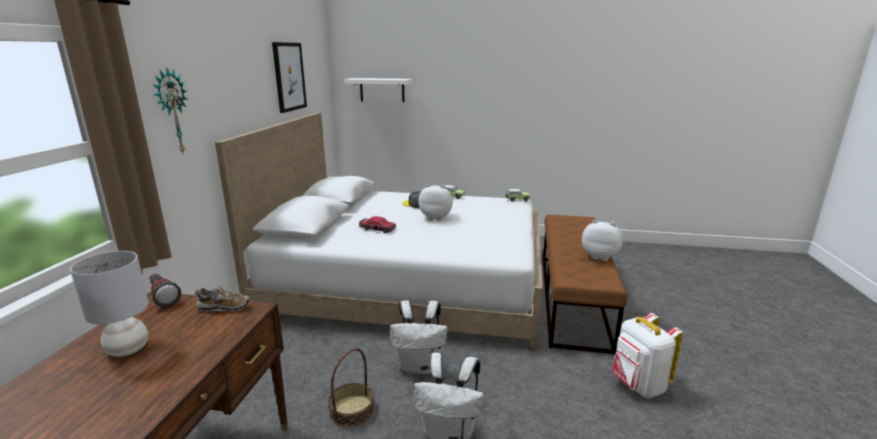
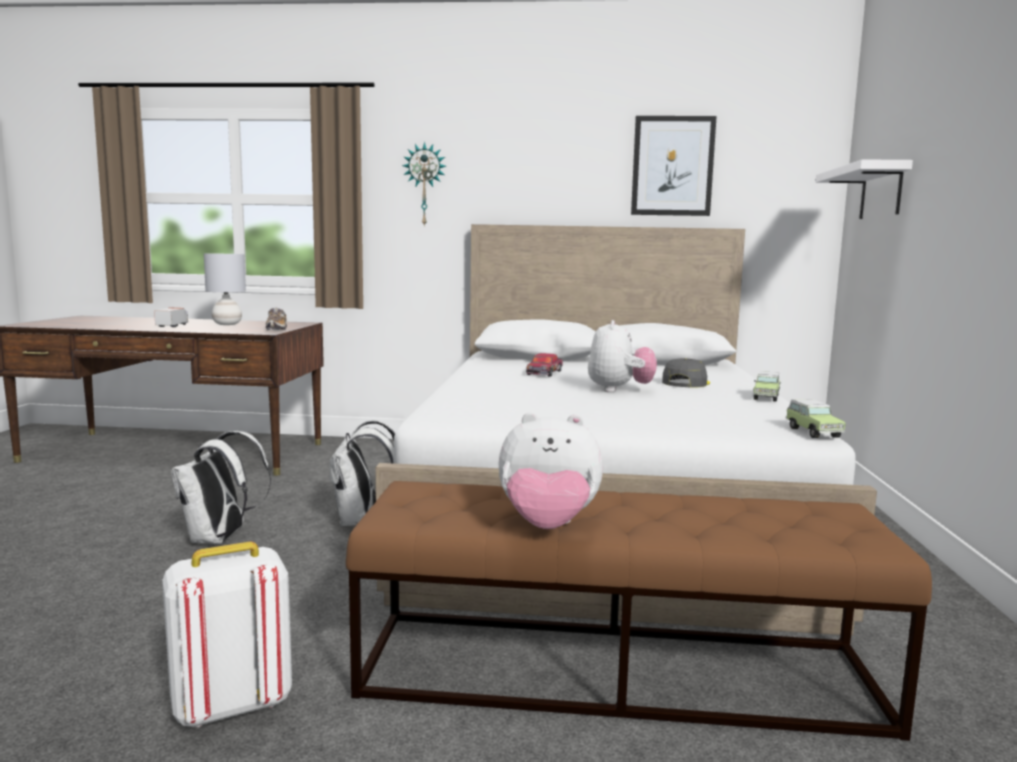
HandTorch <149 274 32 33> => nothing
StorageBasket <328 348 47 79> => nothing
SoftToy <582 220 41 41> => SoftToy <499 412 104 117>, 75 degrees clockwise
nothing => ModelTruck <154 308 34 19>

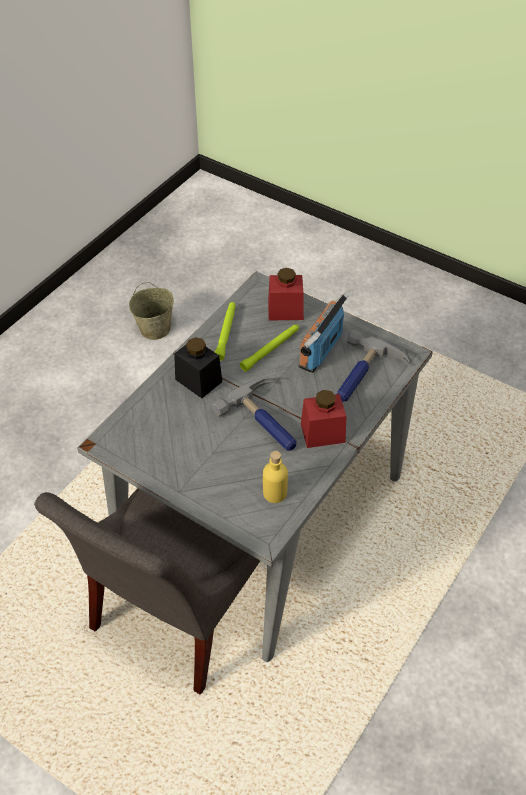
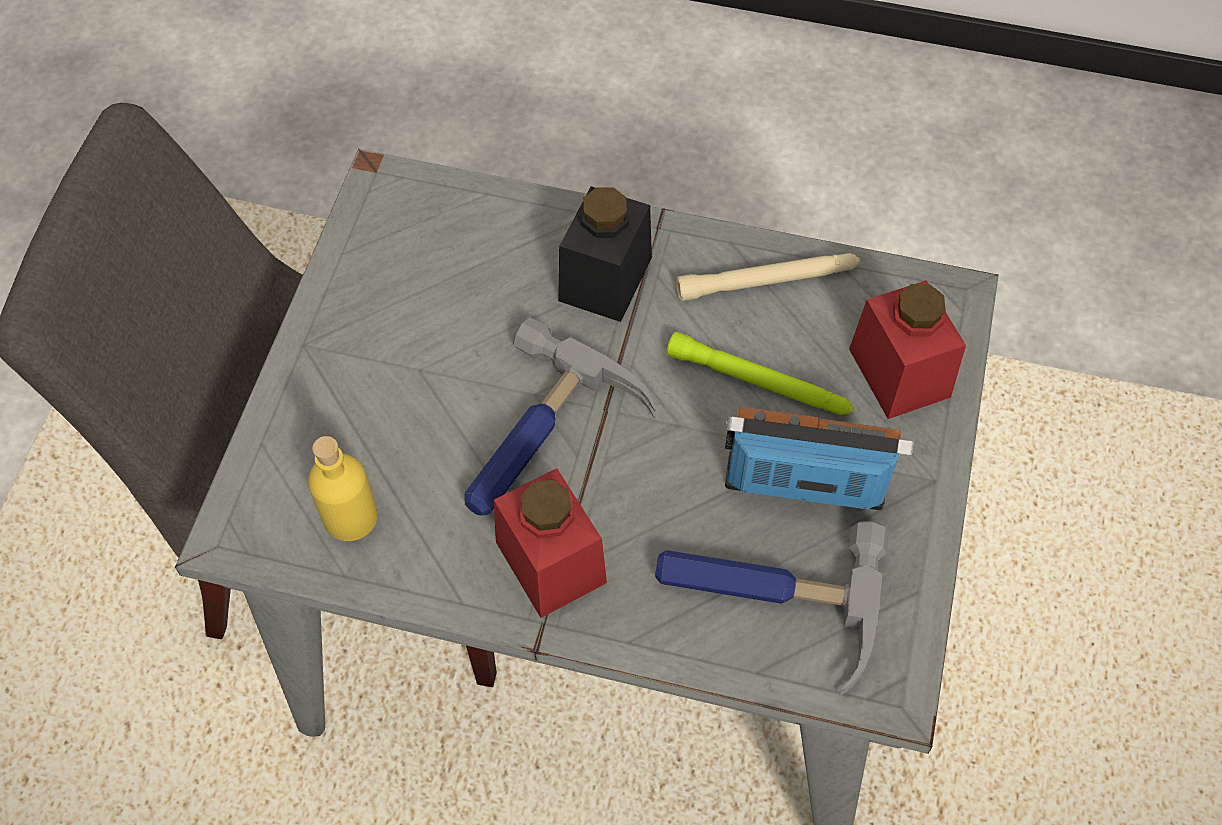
SandColouredWaterBucket <129 282 45 58> => nothing
GreenishHandTorch <215 302 21 59> => SandColouredHandTorch <676 253 184 48>

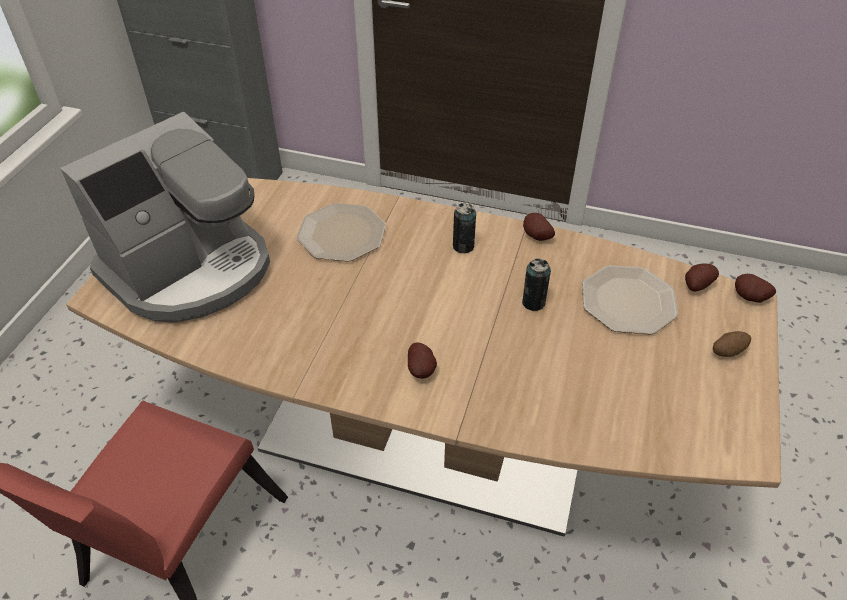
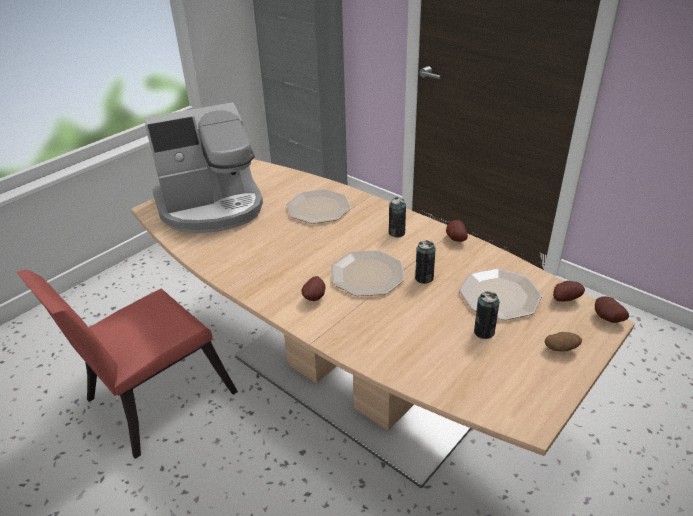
nothing => DinnerPlate <331 250 74 46>
nothing => SealedCan <474 291 26 48>

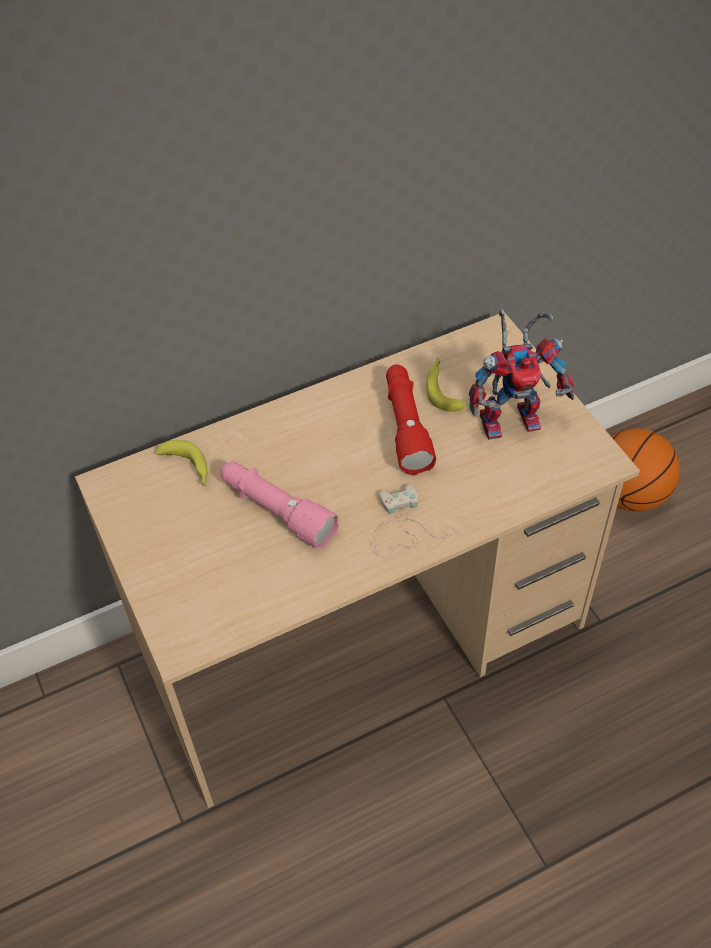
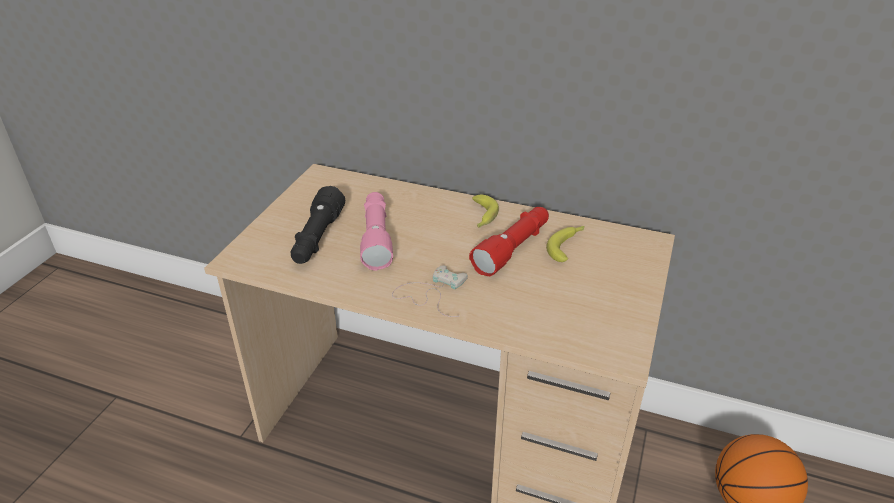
Banana <156 440 51 46> => Banana <472 195 27 33>, move
RobotFigure <469 309 105 131> => nothing
nothing => BlackColouredHandTorch <291 186 54 78>

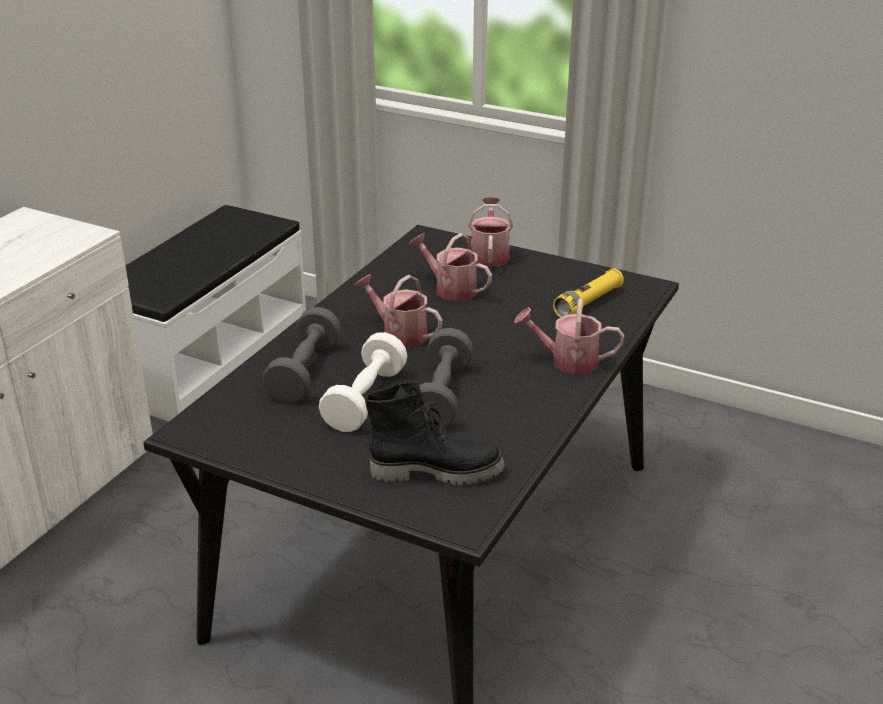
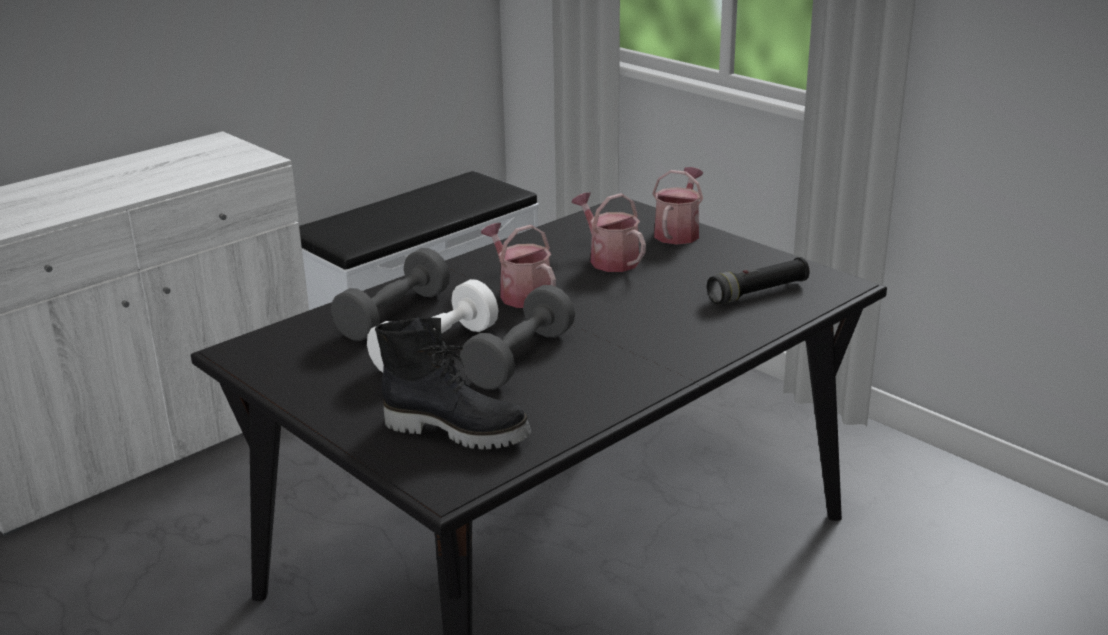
SprinklingCan <514 298 111 77> => nothing
YellowHandTorch <553 268 71 50> => BlackColouredHandTorch <707 257 103 47>

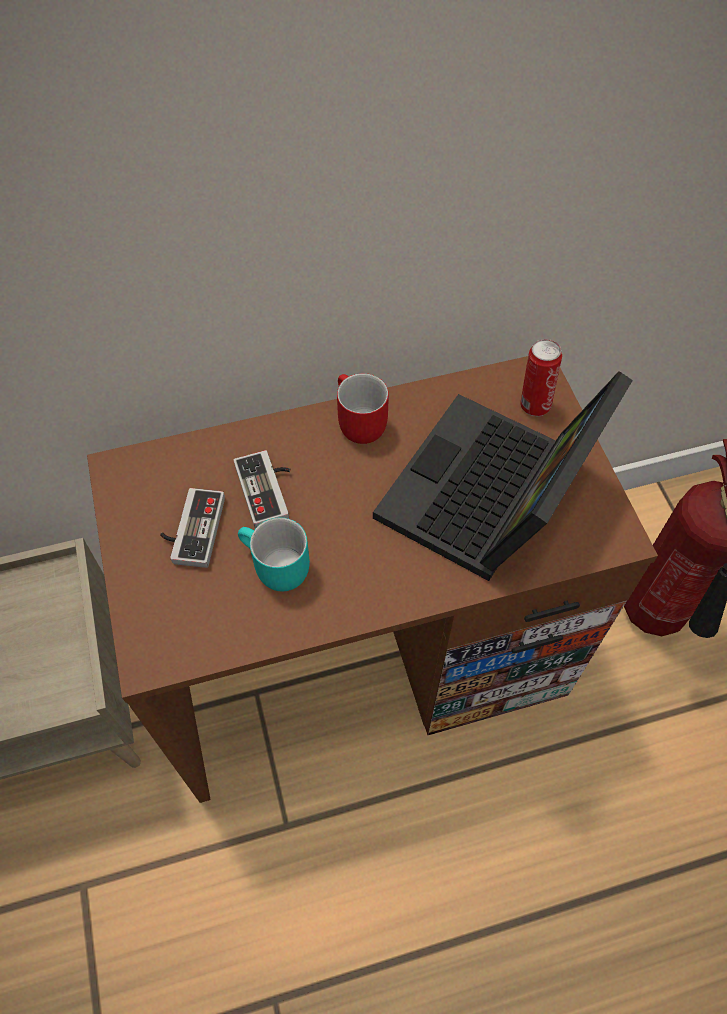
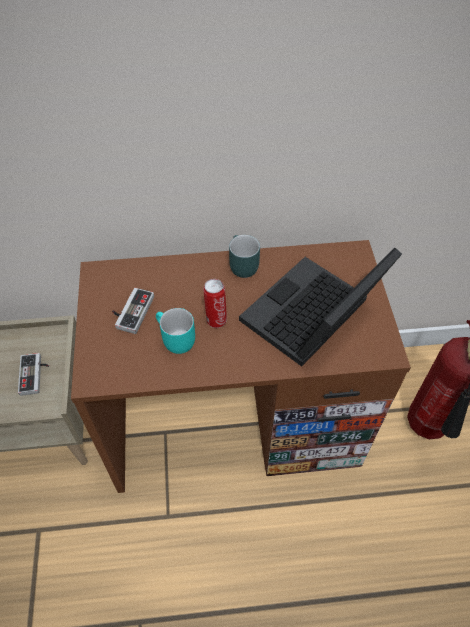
Gamepad <234 450 57 79> => Gamepad <18 353 31 43>, move
RedTeaMug <337 373 52 71> => TurquoiseTeaMug <229 235 31 43>
SealedCan <520 339 42 77> => SealedCan <203 279 24 49>, move

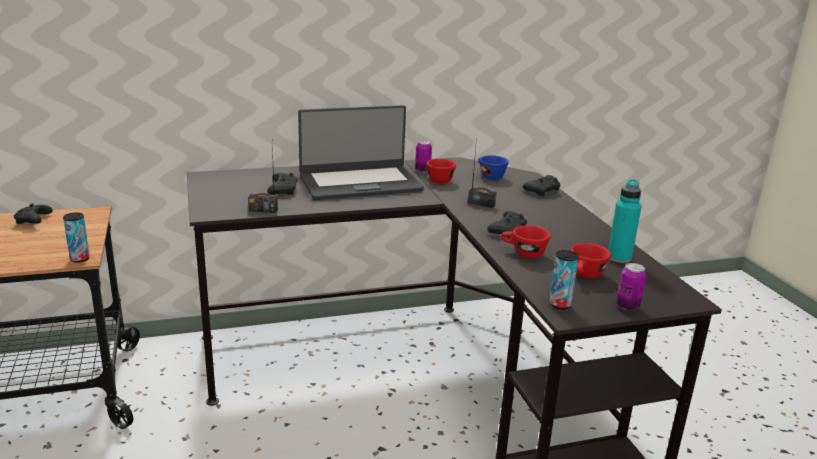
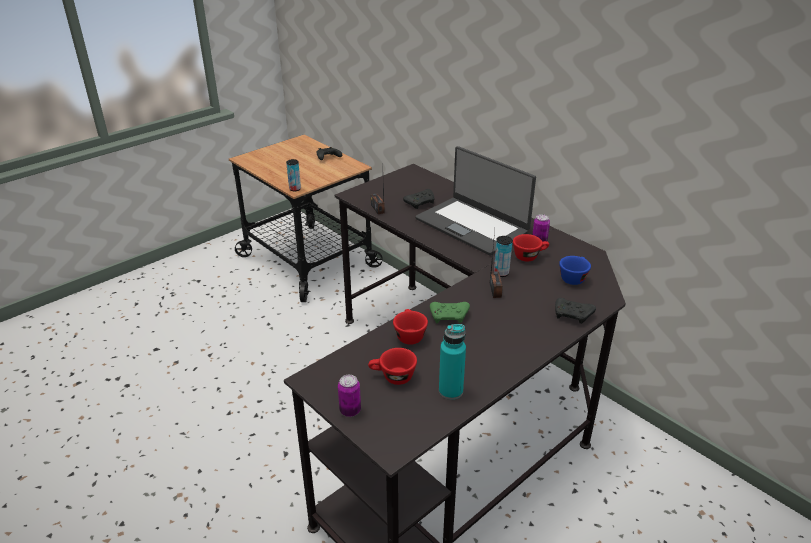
BlackColouredGamepad <487 211 40 26> => GreenishGamepad <430 302 40 22>
SealedCan <549 250 30 59> => SealedCan <494 236 19 41>, move

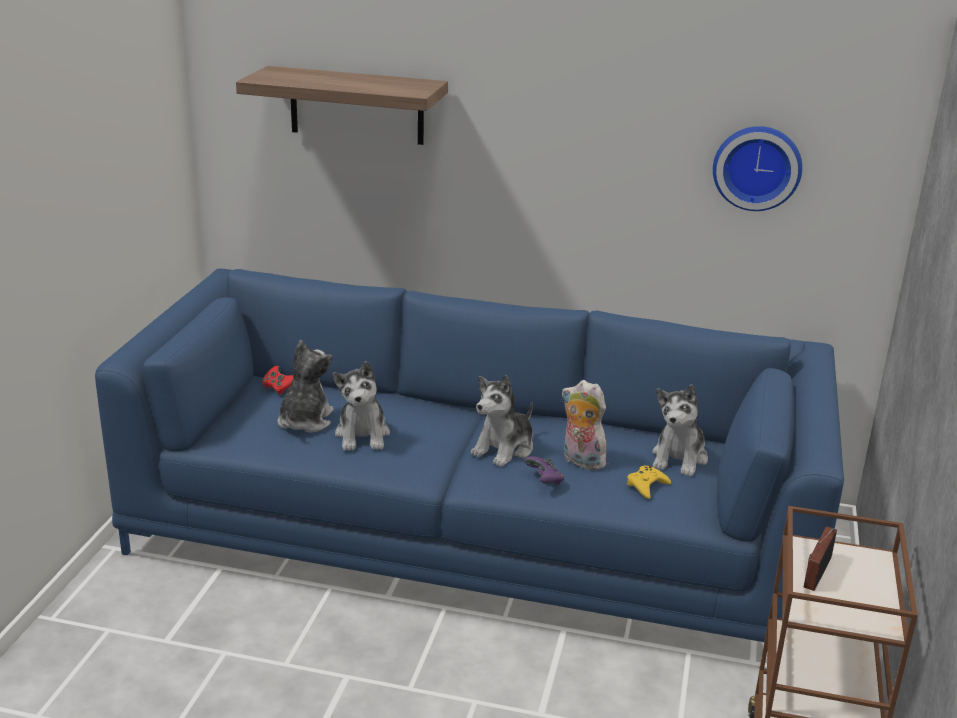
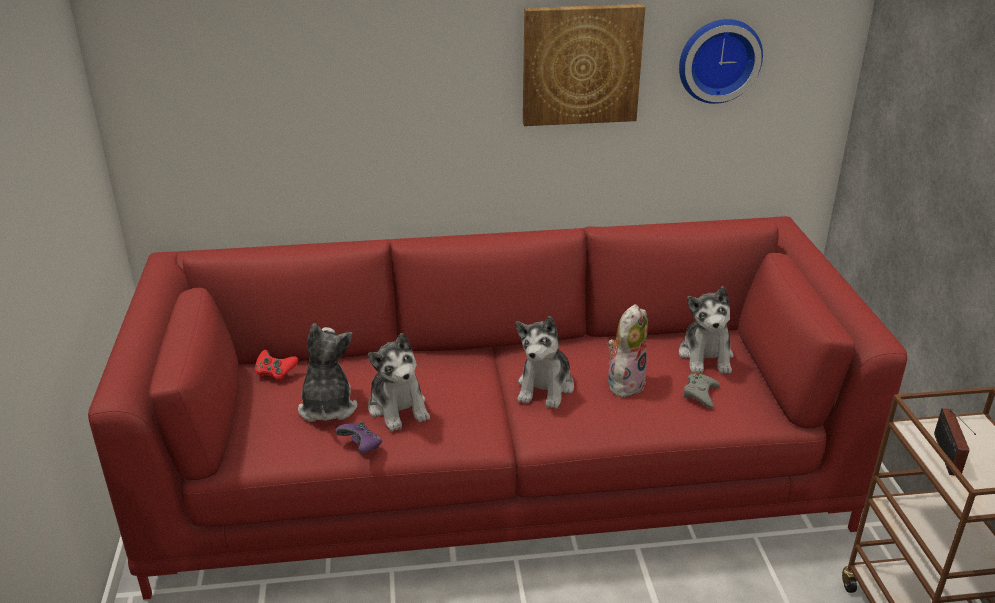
BluishSofa <95 268 749 374> => RedSofa <88 216 819 383>
BracketShelf <236 66 212 79> => nothing
PurpleGamepad <524 456 40 29> => PurpleGamepad <335 421 48 32>, move
SoftToy <561 380 47 90> => SoftToy <608 304 40 93>, 105 degrees clockwise
YellowGamepad <627 465 44 34> => GreyishGamepad <683 373 37 35>
nothing => WallArt <523 4 123 122>

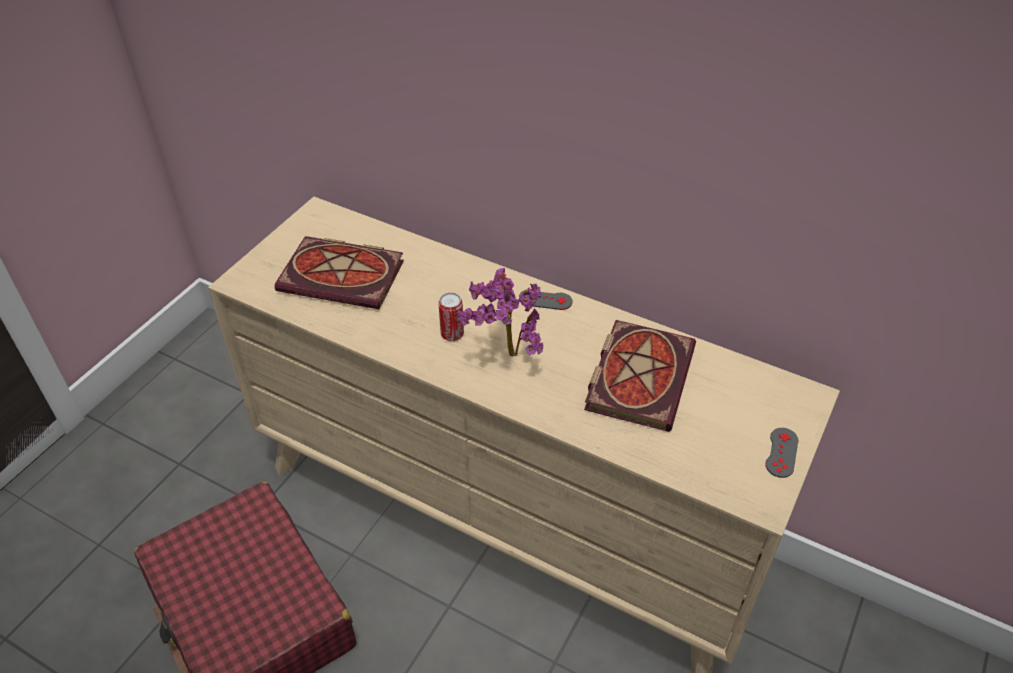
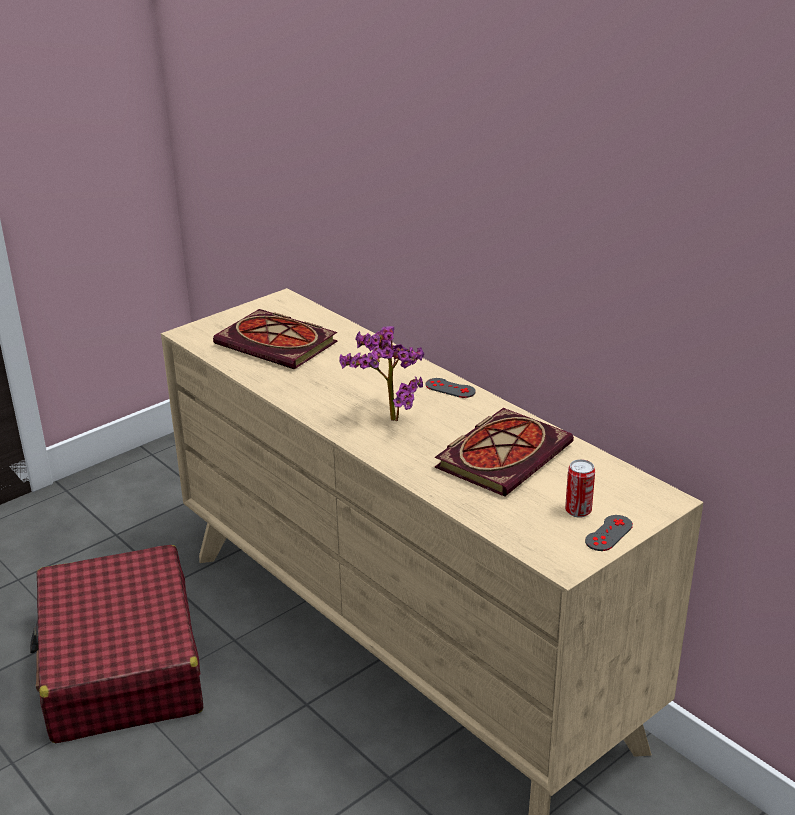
SealedCan <438 292 26 49> => SealedCan <565 459 30 59>, move

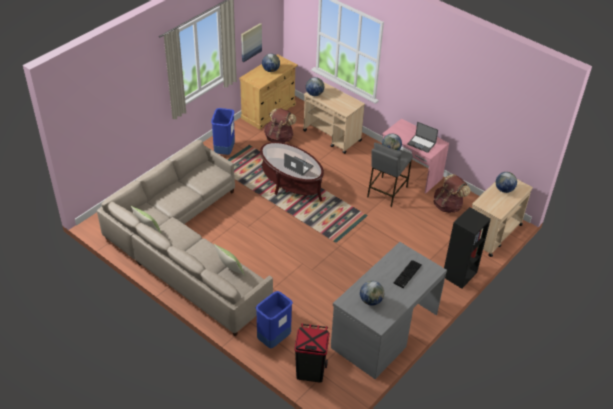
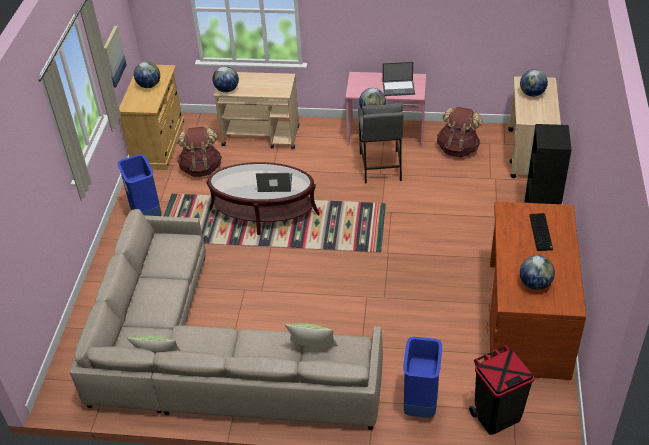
GreyishDeskTable <331 242 116 137> => BrownColouredDeskTable <486 201 100 179>

